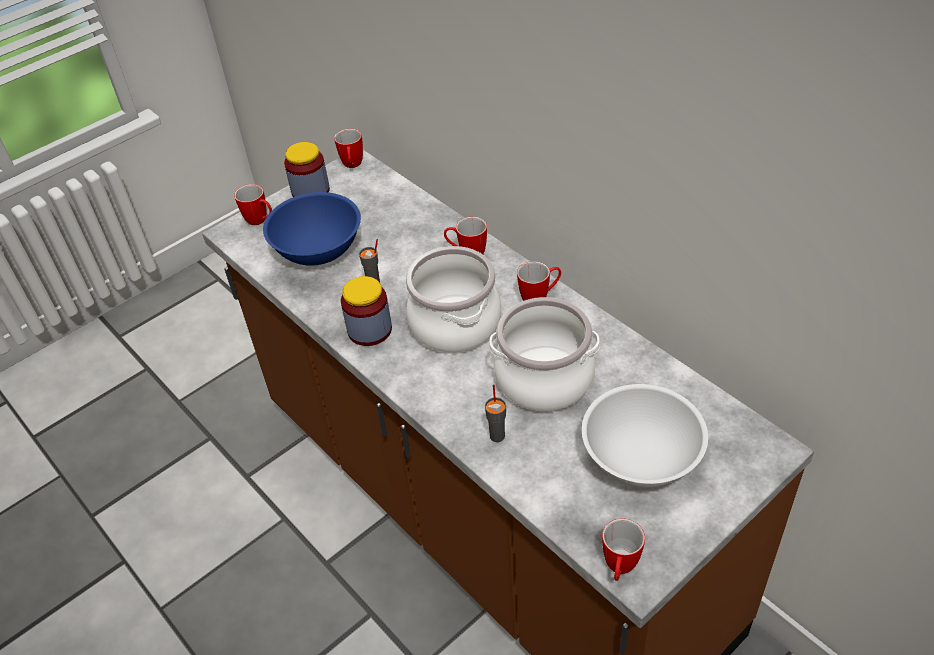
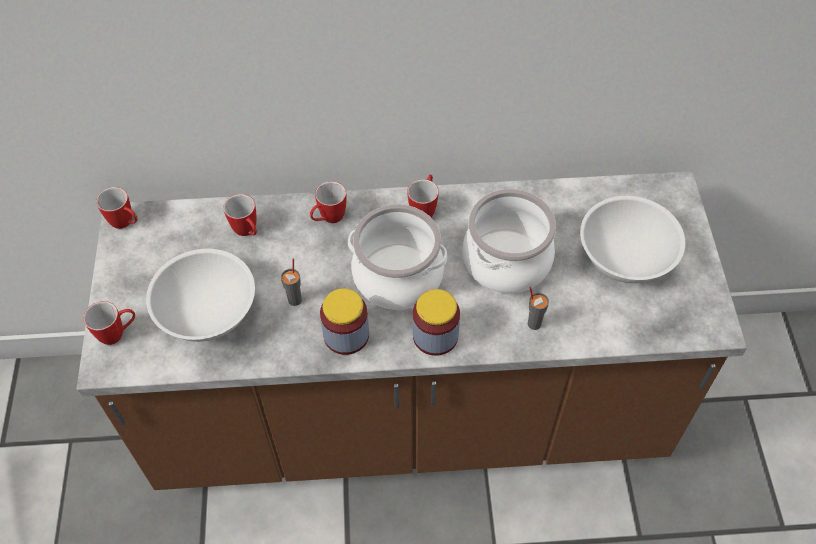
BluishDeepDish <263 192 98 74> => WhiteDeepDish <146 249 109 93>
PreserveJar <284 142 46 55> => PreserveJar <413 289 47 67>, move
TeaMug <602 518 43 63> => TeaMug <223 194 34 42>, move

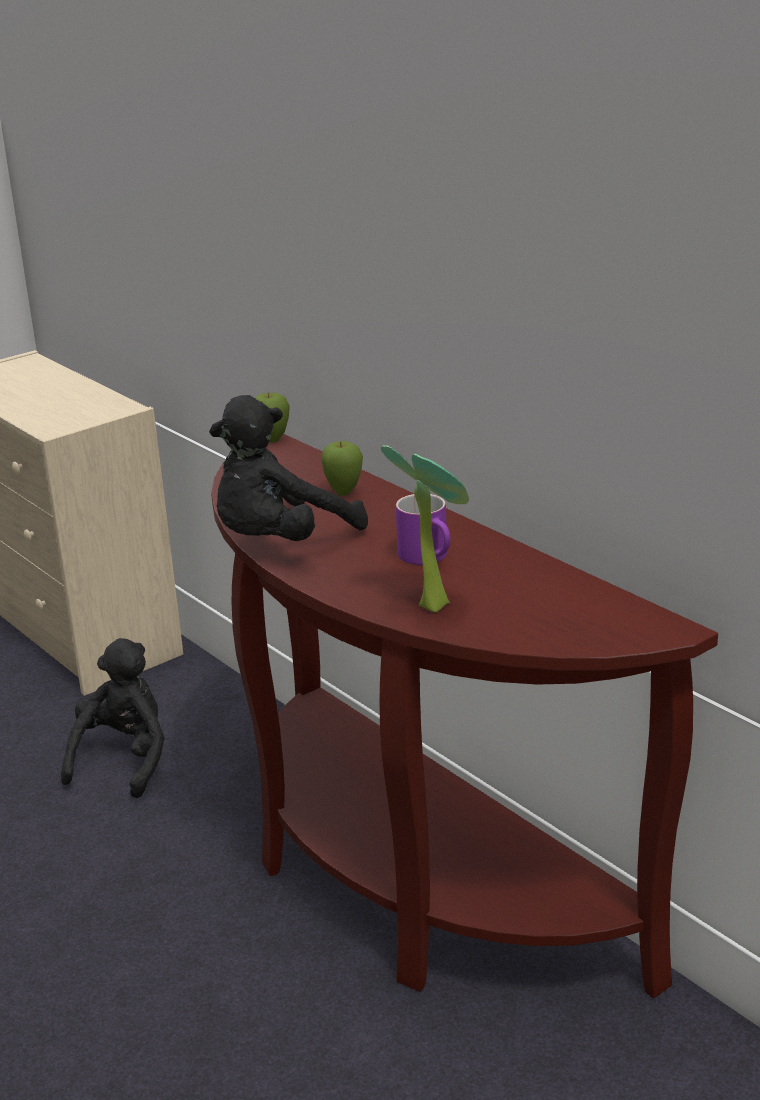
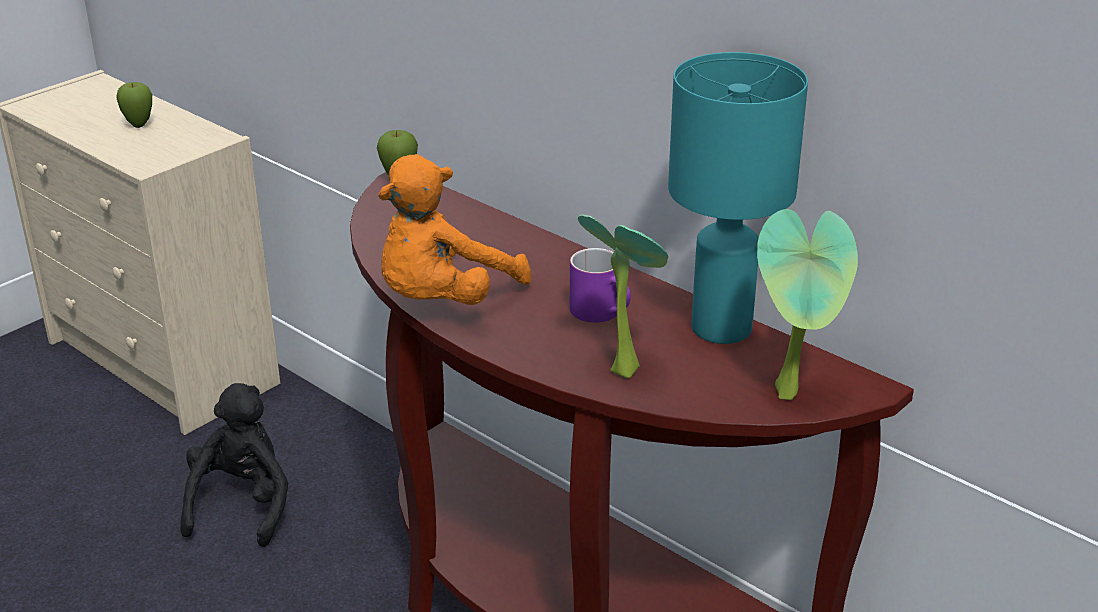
BlackColouredSoftToy <209 395 159 146> => OrangeySoftToy <378 154 153 151>
WholeApple <321 441 42 55> => WholeApple <116 82 36 46>, move
nothing => TurquoiseLampForATable <668 52 140 292>
nothing => Houseplant <757 209 101 191>

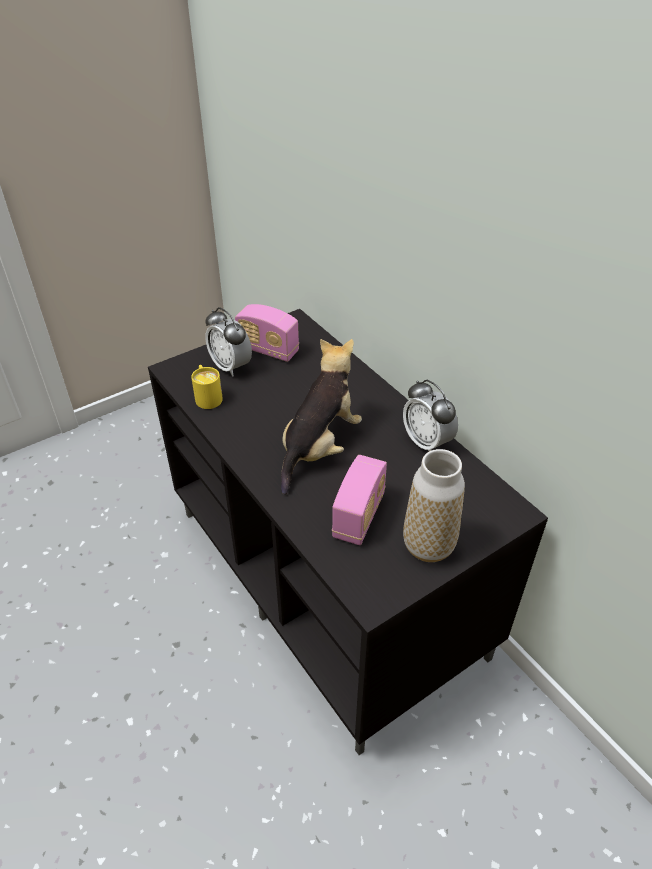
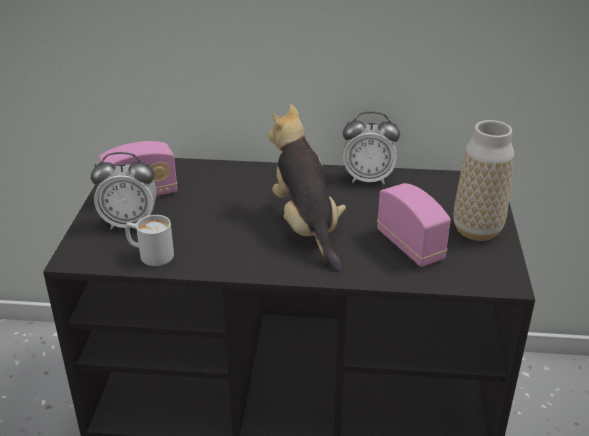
YellowTeaMug <191 365 32 44> => WhiteTeaMug <125 215 49 51>

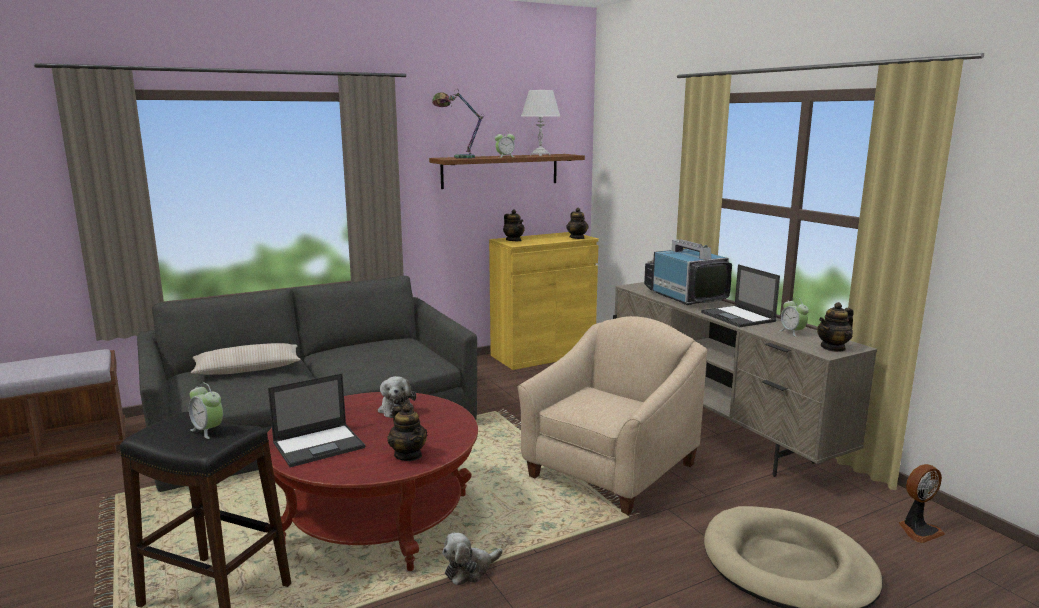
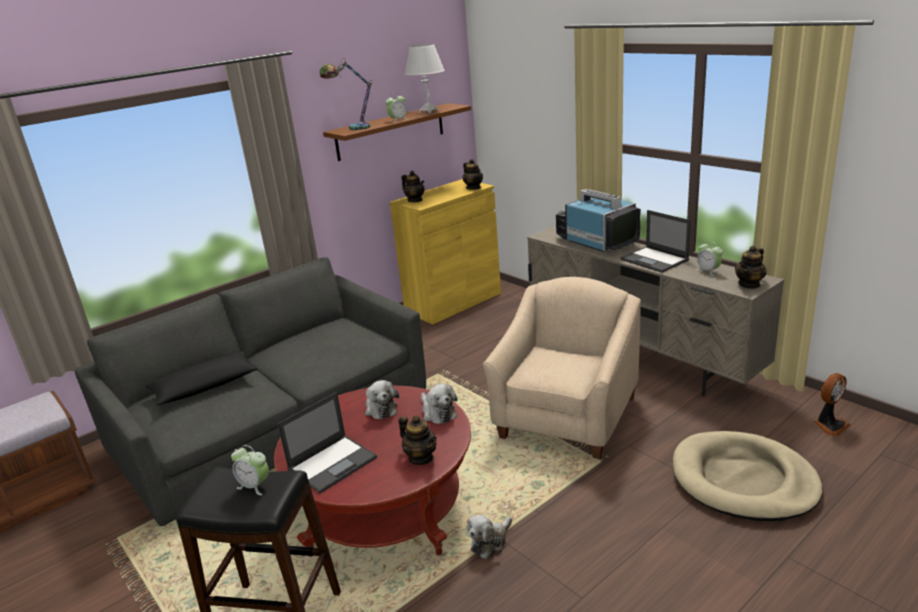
SandColouredThrowPillow <191 343 110 32> => BlackColouredThrowPillow <146 351 112 55>
nothing => SoftToy <421 384 36 40>

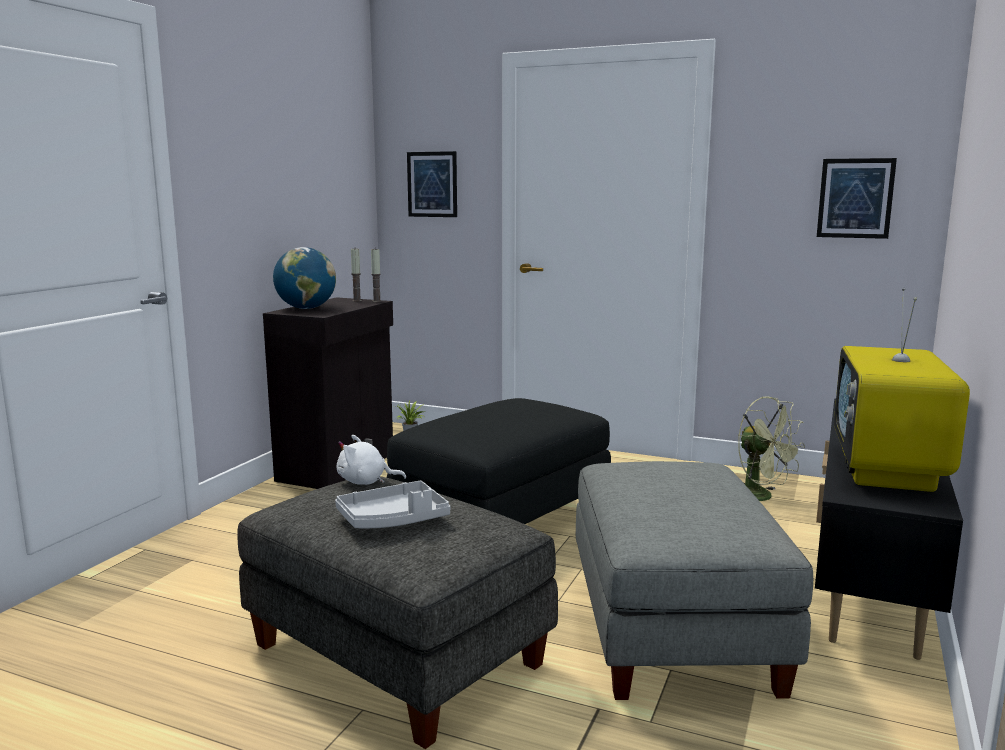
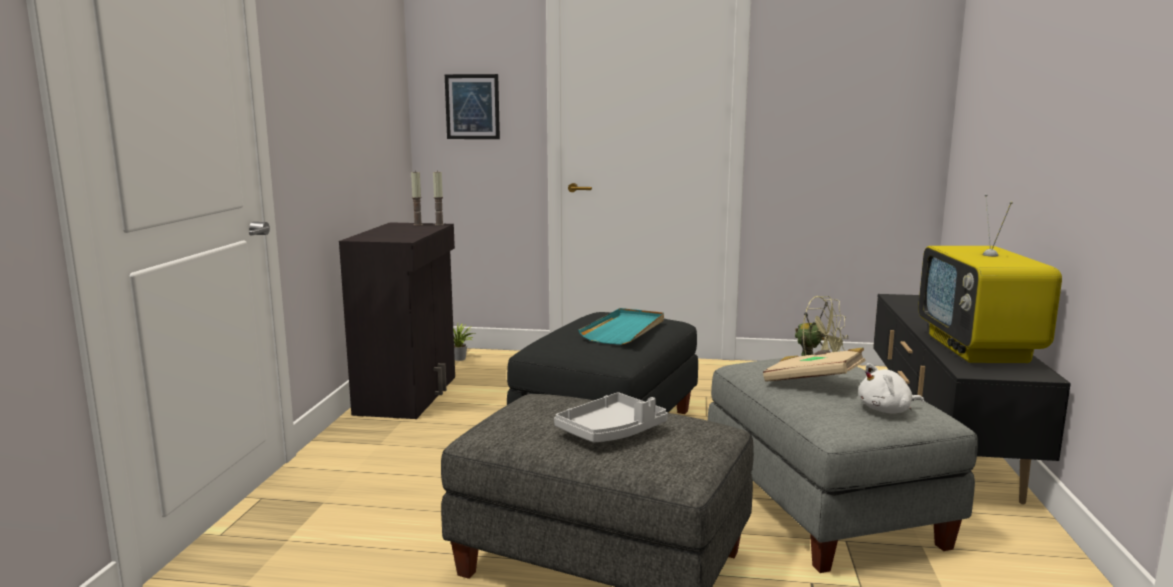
Globe <273 247 63 62> => nothing
WhiteSoftToy <337 435 69 50> => WhiteSoftToy <858 363 66 51>, move
WallArt <817 158 80 81> => nothing
nothing => TurquoiseTray <578 308 86 37>
nothing => SandColouredBoundBook <763 347 103 35>

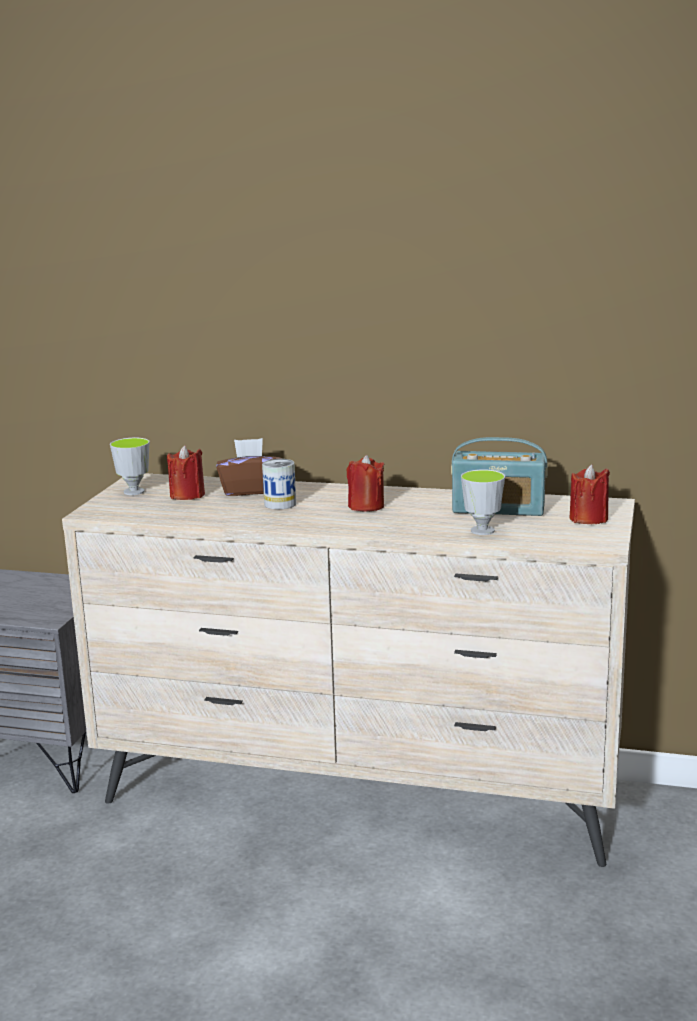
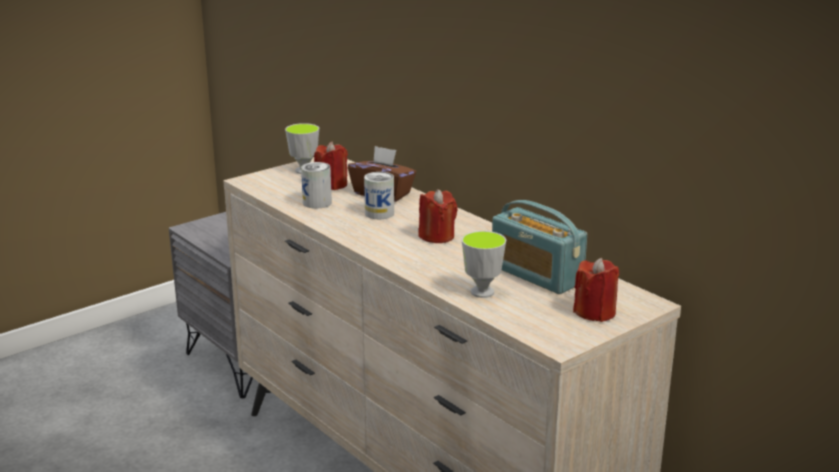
nothing => SealedCan <301 162 31 47>

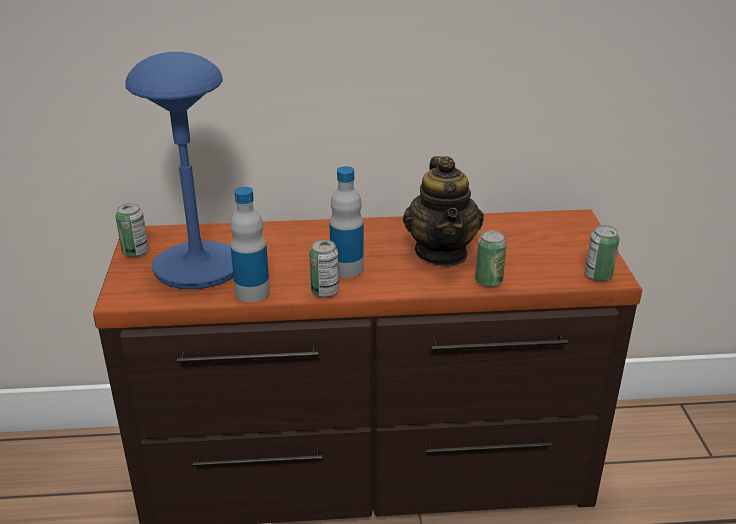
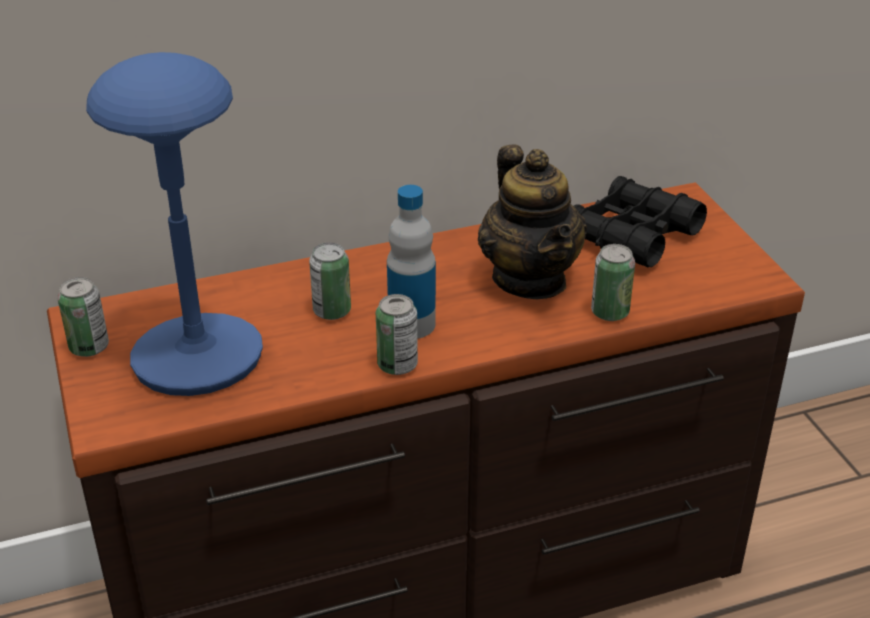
Bottle <230 187 40 115> => nothing
SealedCan <585 225 35 56> => SealedCan <309 243 42 77>, move
nothing => BlackColouredBinoculars <574 176 133 91>

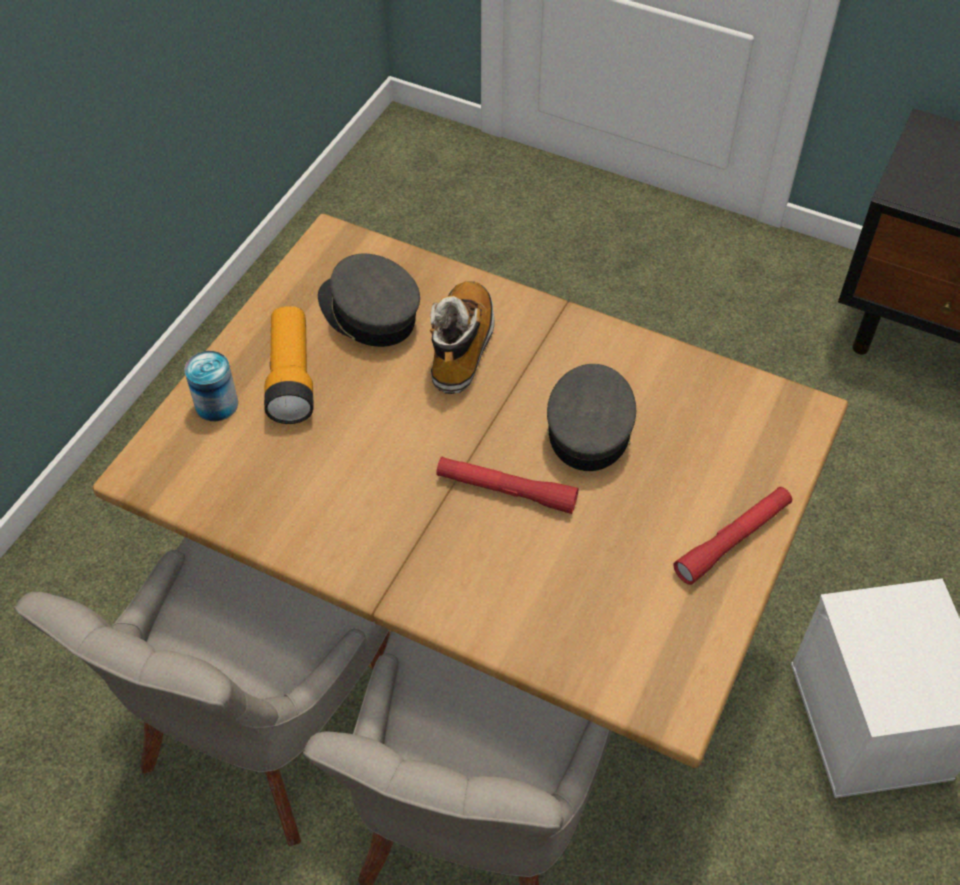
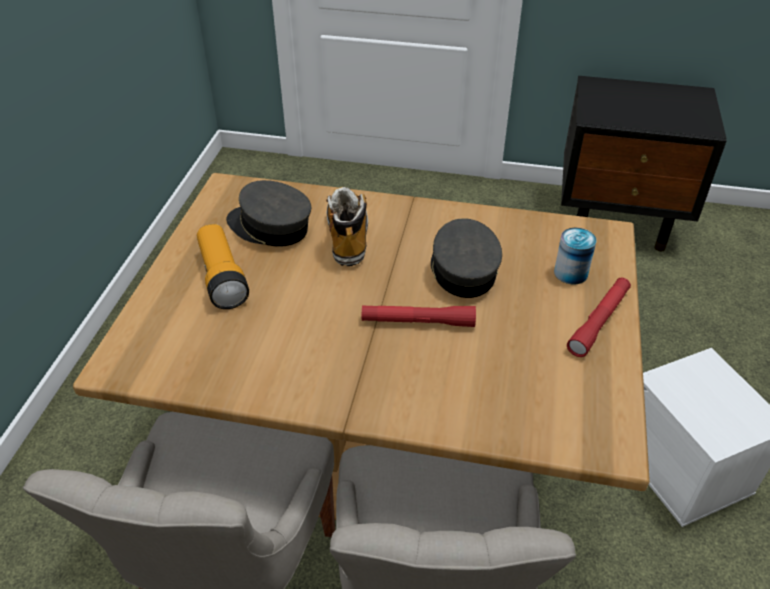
SealedCan <184 351 54 70> => SealedCan <554 228 43 56>, move

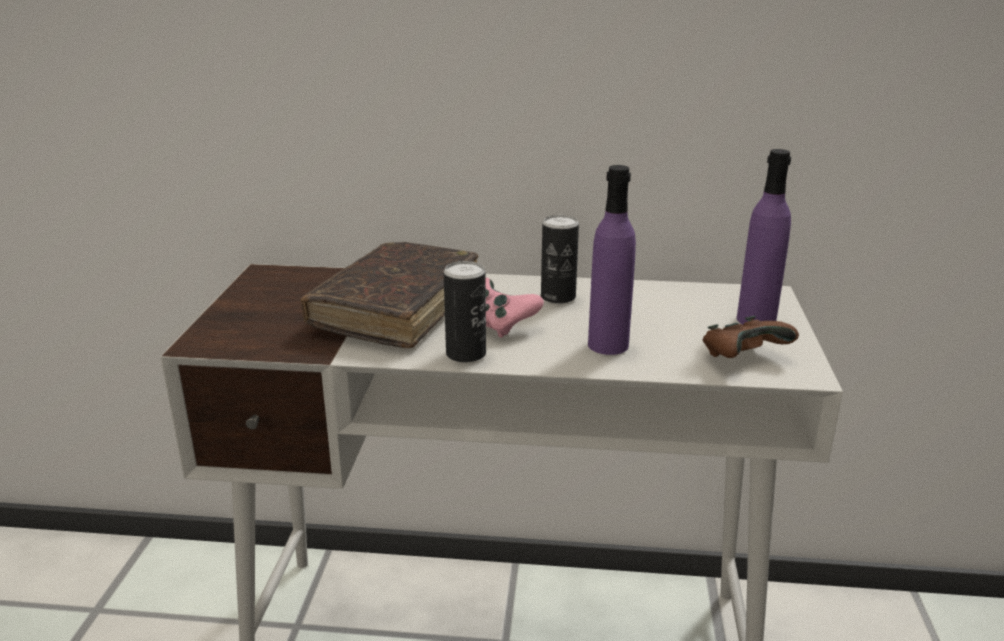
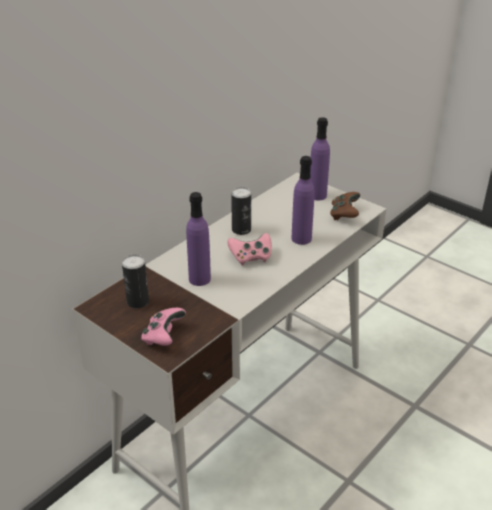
BrownColouredBoundBook <301 242 177 106> => PurpleBottle <186 192 25 94>
SealedCan <444 261 42 101> => SealedCan <122 255 27 53>, move
nothing => PinkishGamepad <141 308 45 38>

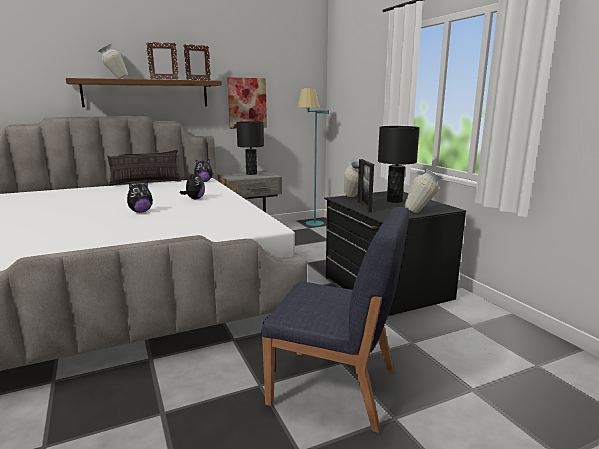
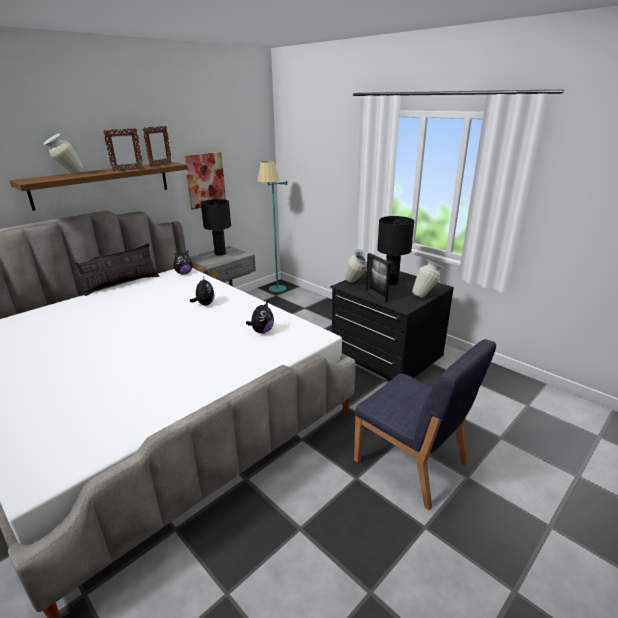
SoftToy <127 181 26 32> => SoftToy <246 301 28 33>, move
BluishChair <261 207 148 226> => BluishChair <354 339 142 171>, 45 degrees clockwise

